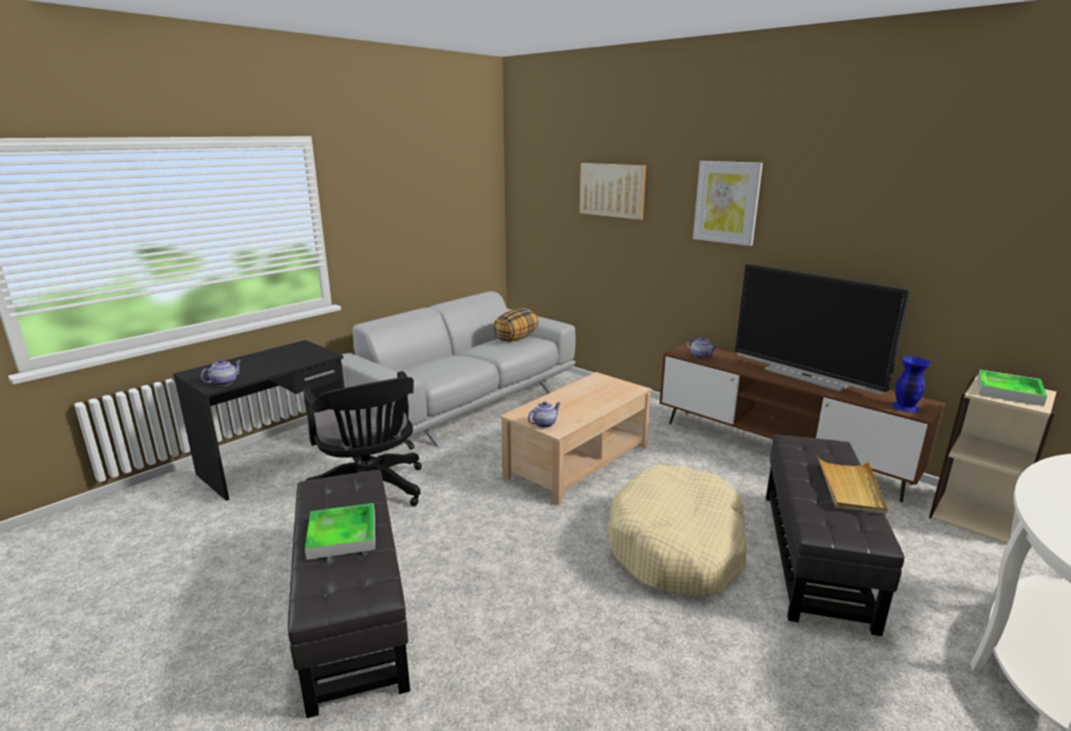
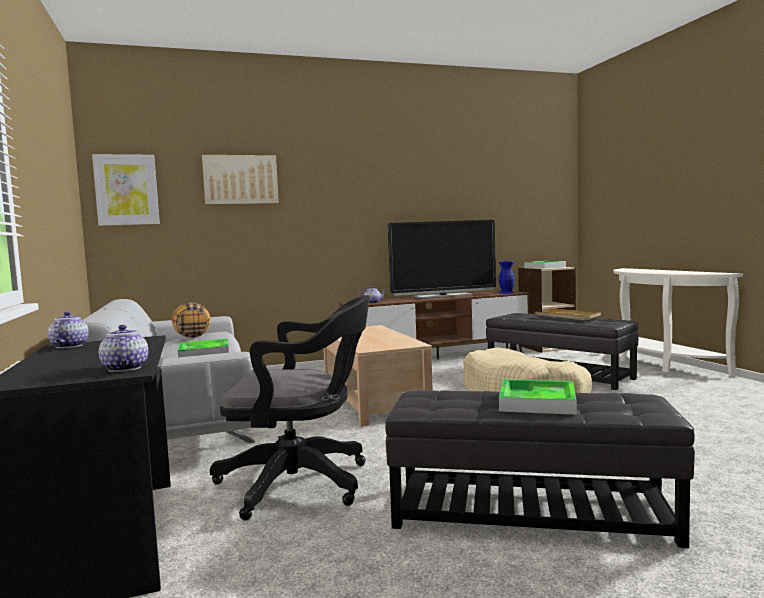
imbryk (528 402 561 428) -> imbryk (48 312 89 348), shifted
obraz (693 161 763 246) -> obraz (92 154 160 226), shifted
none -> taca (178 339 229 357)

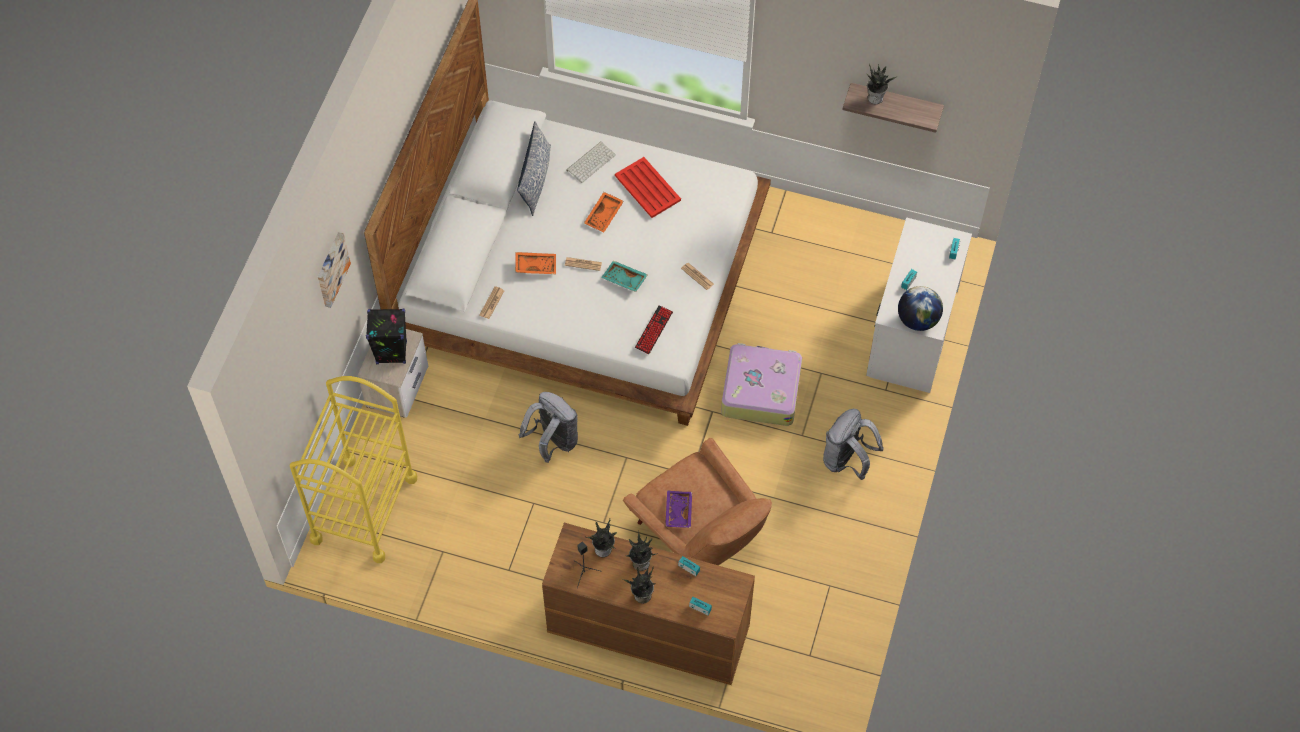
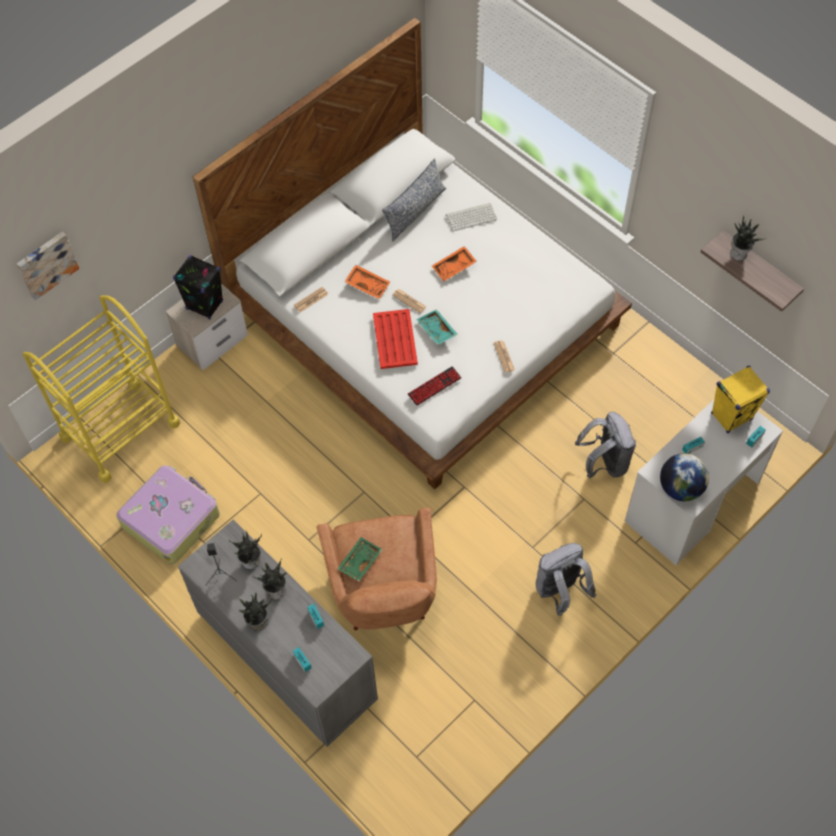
obraz (318 232 351 308) -> obraz (16 231 79 300), shifted
walizka (721 343 802 426) -> walizka (116 465 220 564), shifted
komoda [brązowy] (542 523 755 685) -> komoda [szary] (178 519 378 747)
taca [fioletowy] (665 490 692 528) -> taca [zielony] (337 537 383 581)
taca [czerwony] (615 157 681 218) -> taca [czerwony] (373 309 418 369), shifted
plecak [szary] (519 392 578 463) -> plecak [szary] (575 412 636 479), shifted
none -> głośnik [żółty] (711 366 770 433)

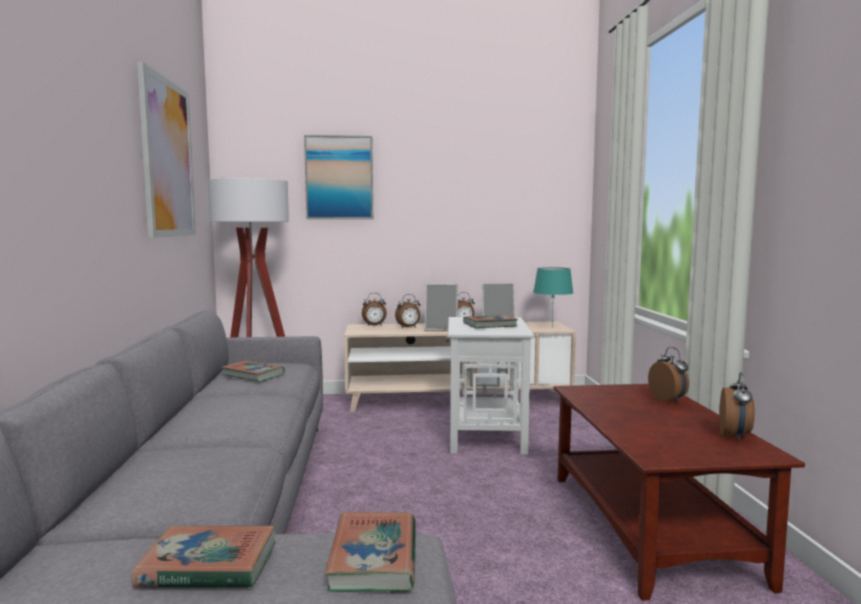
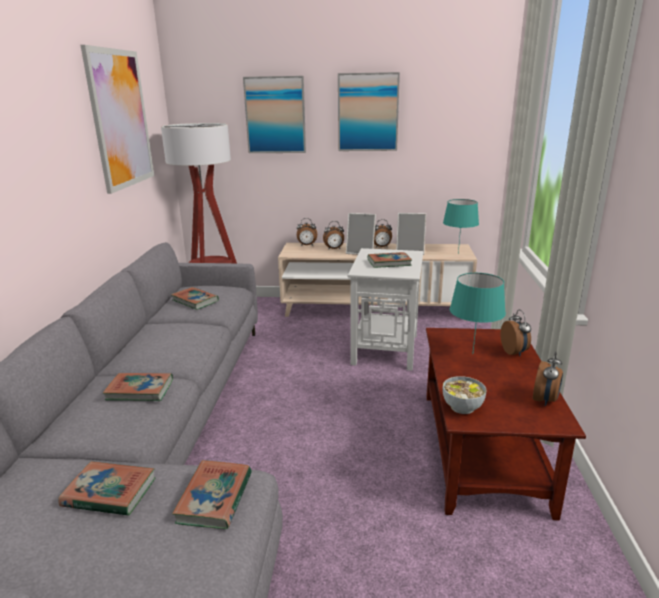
none -> książka (103 373 173 401)
none -> obraz (338 72 400 151)
none -> miska (443 376 487 414)
none -> lampa stołowa [turkusowy] (450 273 506 352)

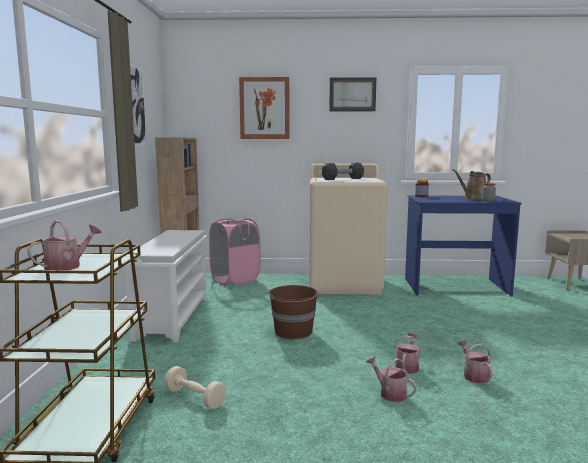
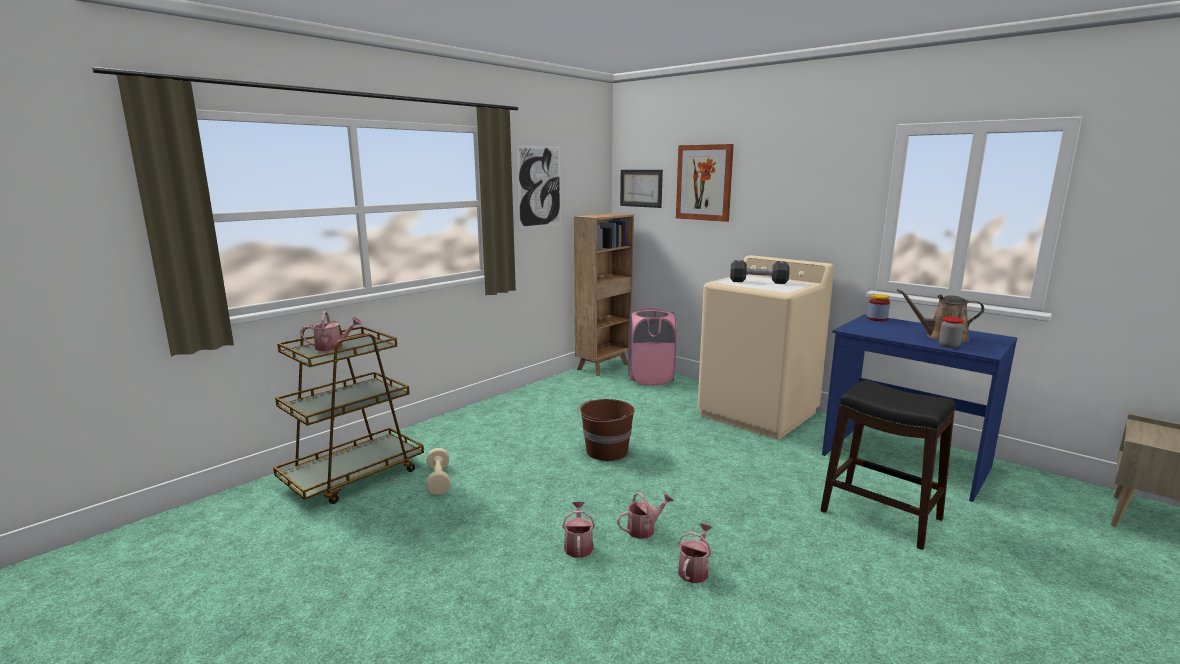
obraz (329 77 376 111) -> obraz (620 170 663 208), shifted
none -> stołek [czarny] (820 380 956 550)
regał na buty [biały] (123 230 207 343) -> none

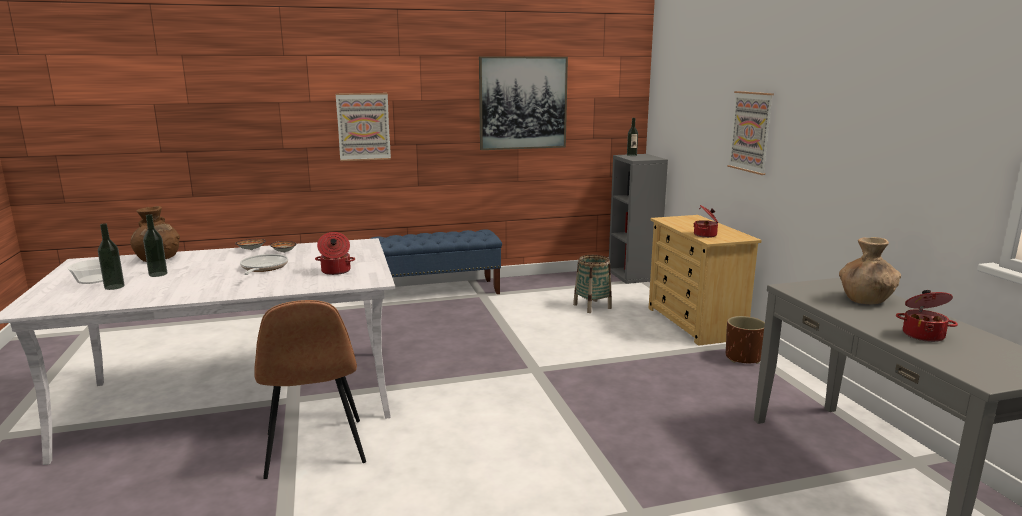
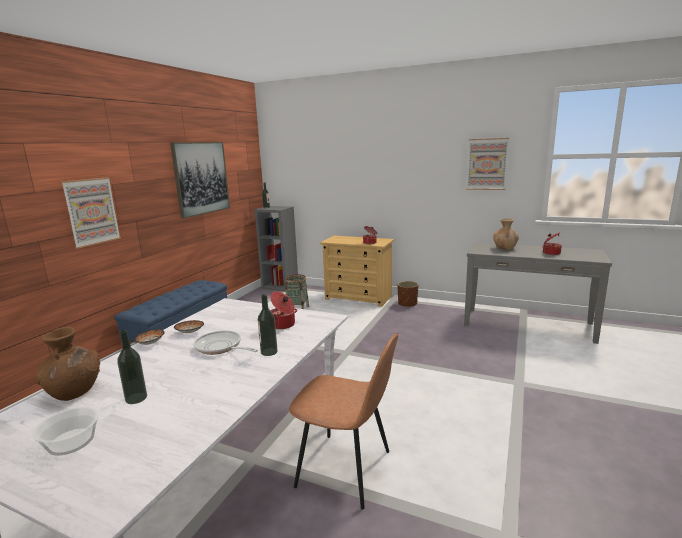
butelka (98 223 125 290) -> butelka (258 294 278 356), shifted
obraz (727 91 774 175) -> obraz (466 138 509 190), shifted

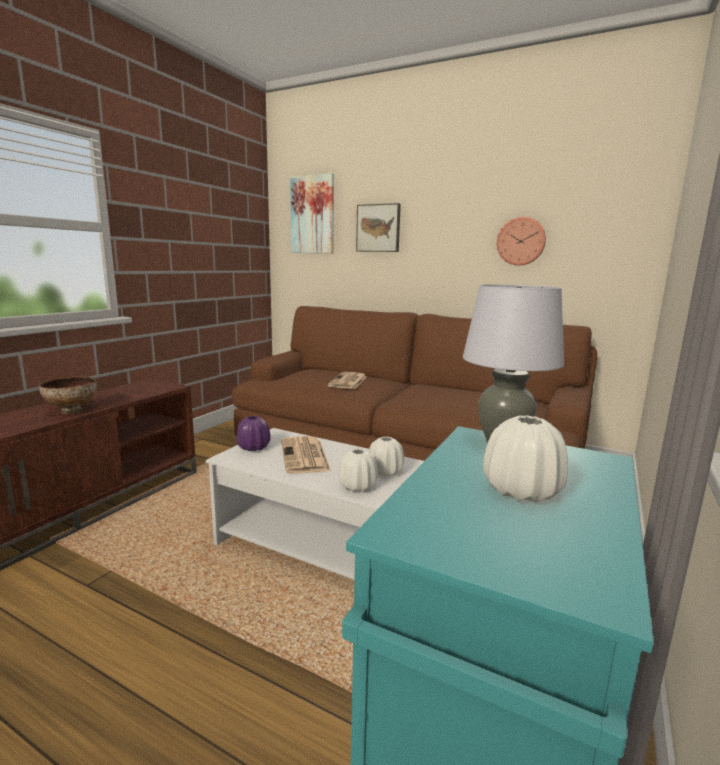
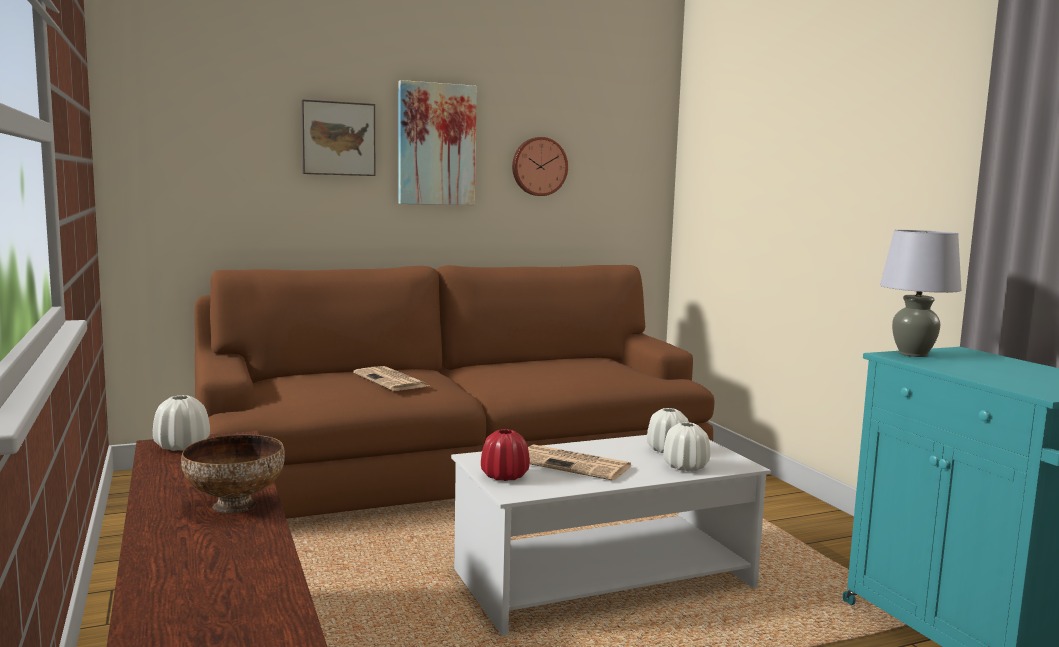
wazon [biały] (483 415 568 502) -> wazon [biały] (153 395 210 451), shifted
obraz (290 173 334 253) -> obraz (398 80 477 205), shifted
wazon [fioletowy] (237 416 271 451) -> wazon [czerwony] (481 429 530 481)

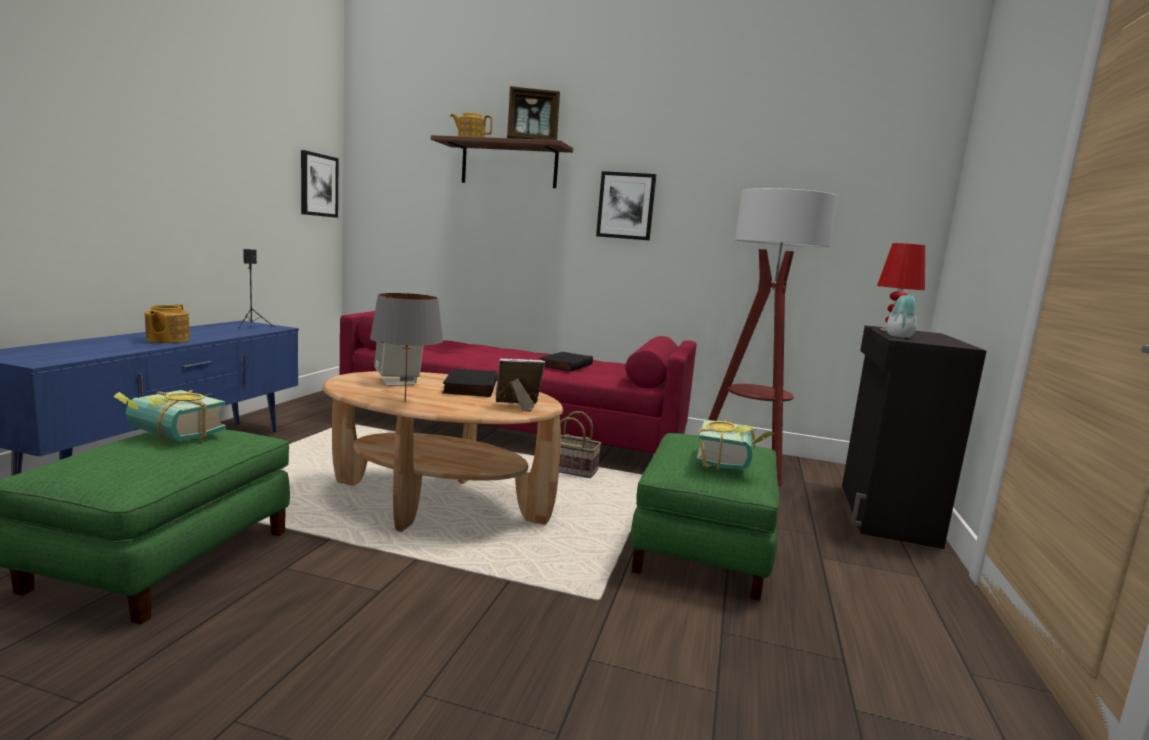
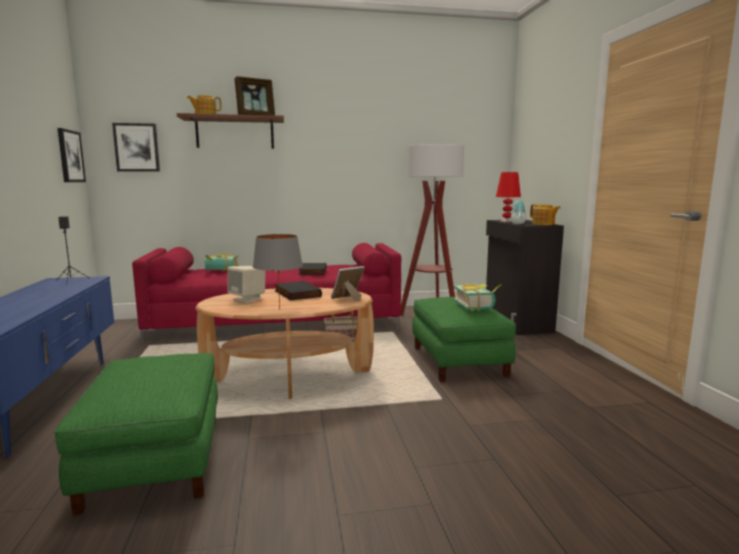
obraz (596 171 656 241) -> obraz (112 123 160 172), shifted
książka (114 390 226 441) -> książka (205 254 239 271), shifted
imbryk (145 304 190 343) -> imbryk (530 204 561 225), shifted

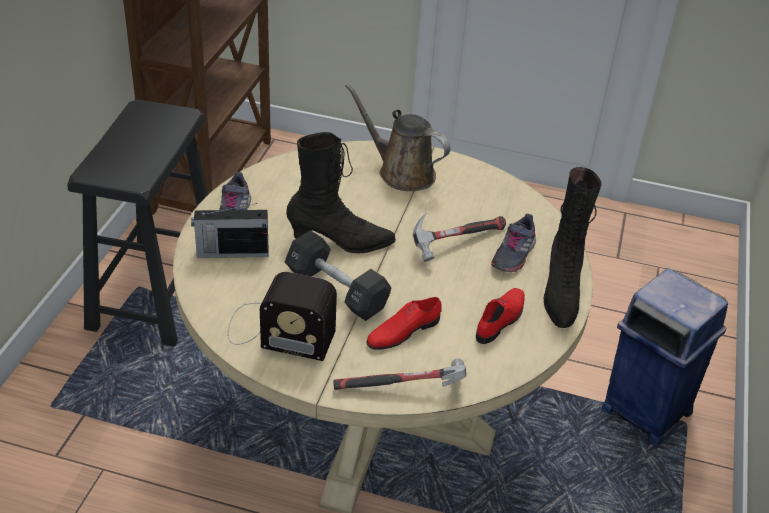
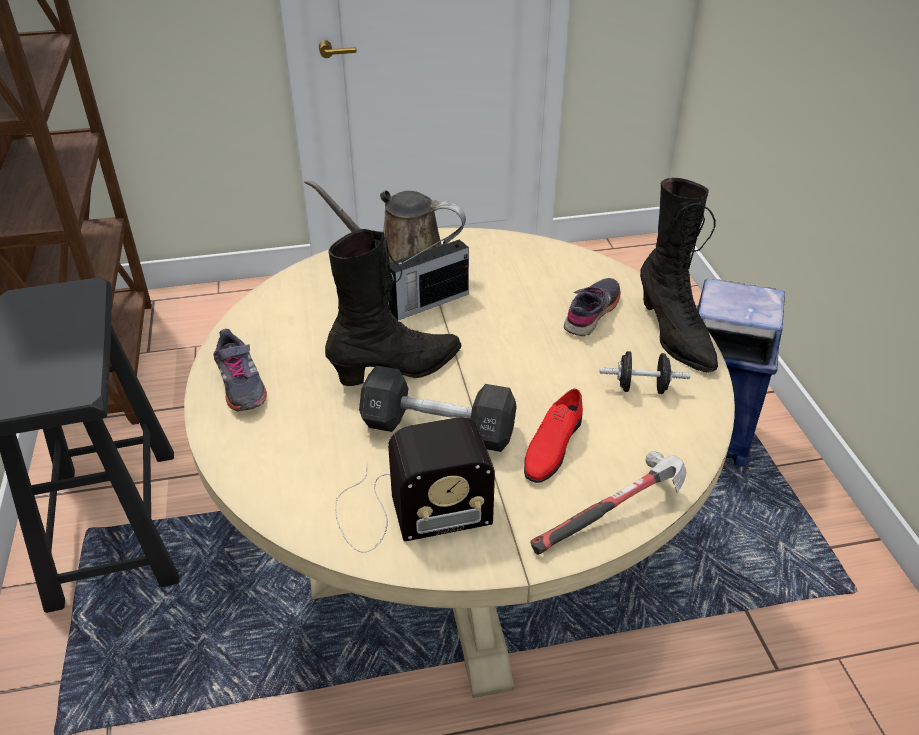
radio (191 203 268 258) -> radio (389 232 469 320), shifted
but [szary] (491 214 536 273) -> but [szary] (564 278 621 336), 150 degrees counterclockwise
but [czerwony] (476 288 525 344) -> hantel [czarny] (600 351 690 394)
młotek (413 213 506 262) -> none

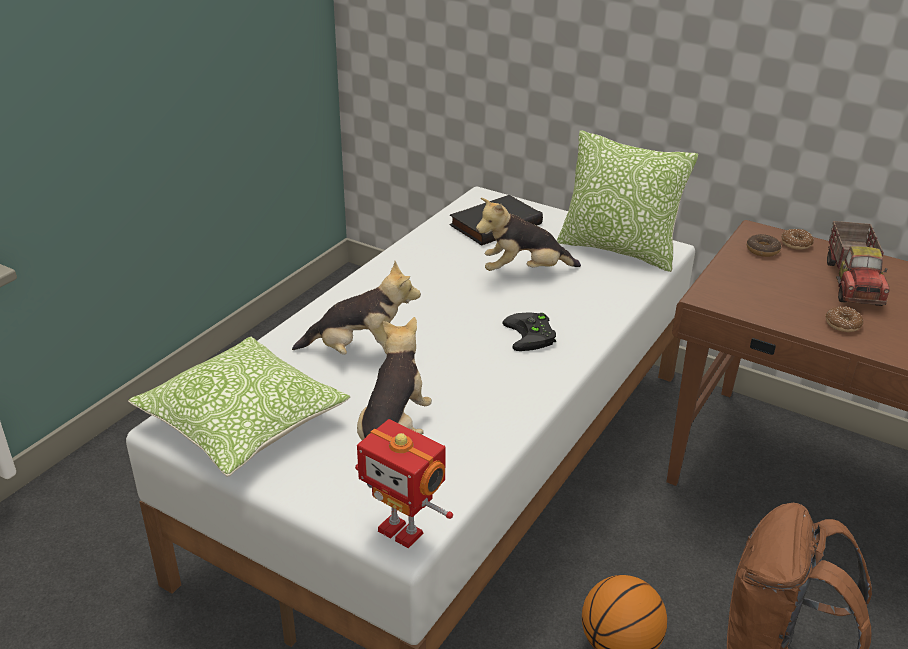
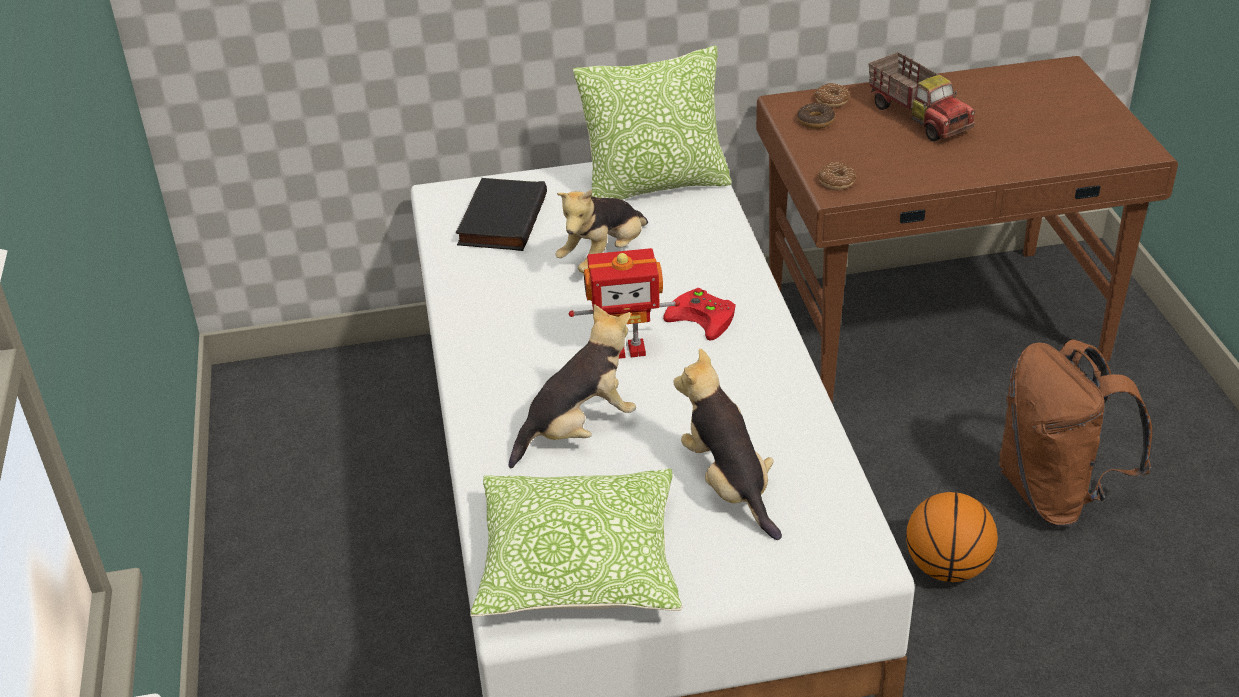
robot zabawkowy (355 419 453 548) -> robot zabawkowy (569 248 680 359), shifted
pad do gier [czarny] (503 312 556 351) -> pad do gier [czerwony] (663 288 736 341)
donut (825 307 863 332) -> donut (818 163 856 189), shifted

